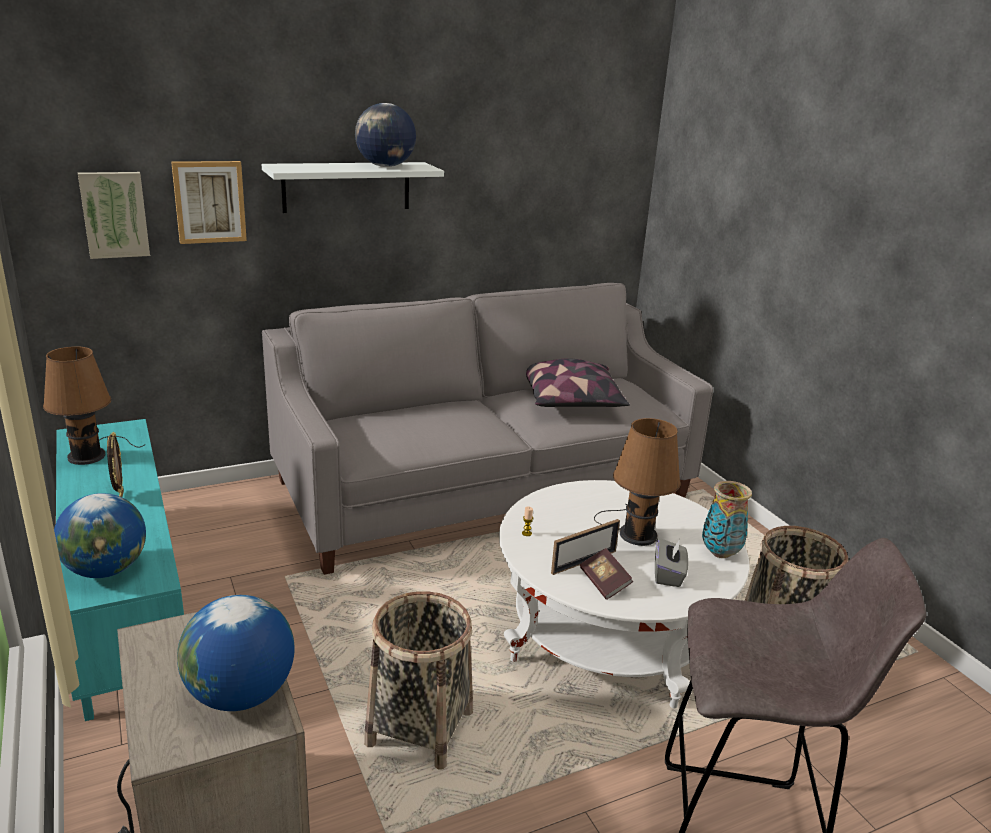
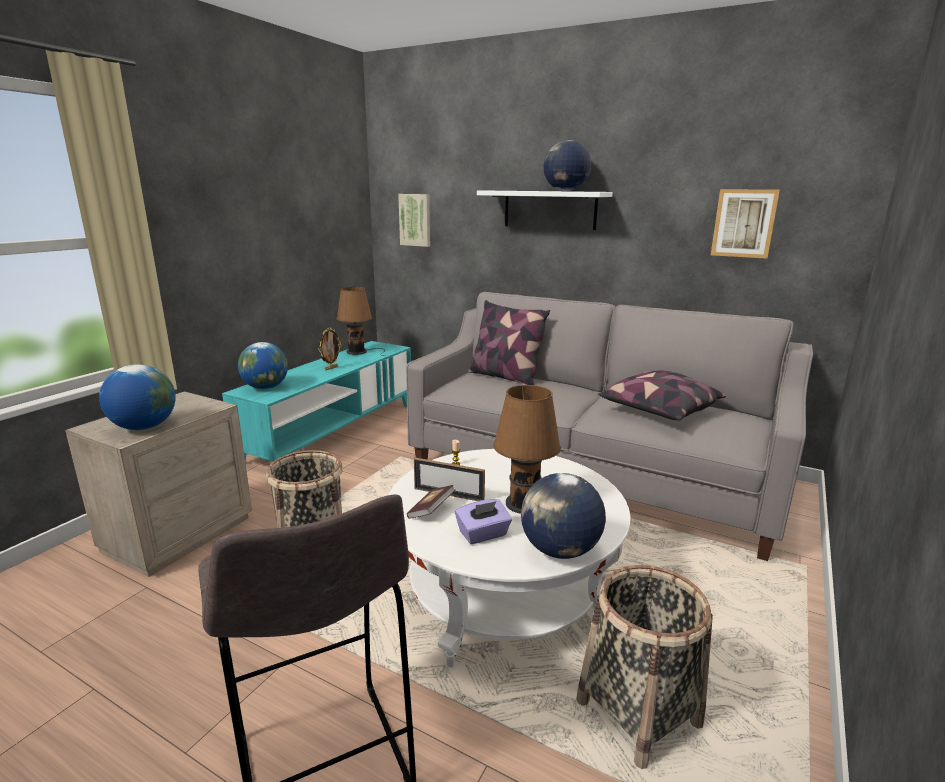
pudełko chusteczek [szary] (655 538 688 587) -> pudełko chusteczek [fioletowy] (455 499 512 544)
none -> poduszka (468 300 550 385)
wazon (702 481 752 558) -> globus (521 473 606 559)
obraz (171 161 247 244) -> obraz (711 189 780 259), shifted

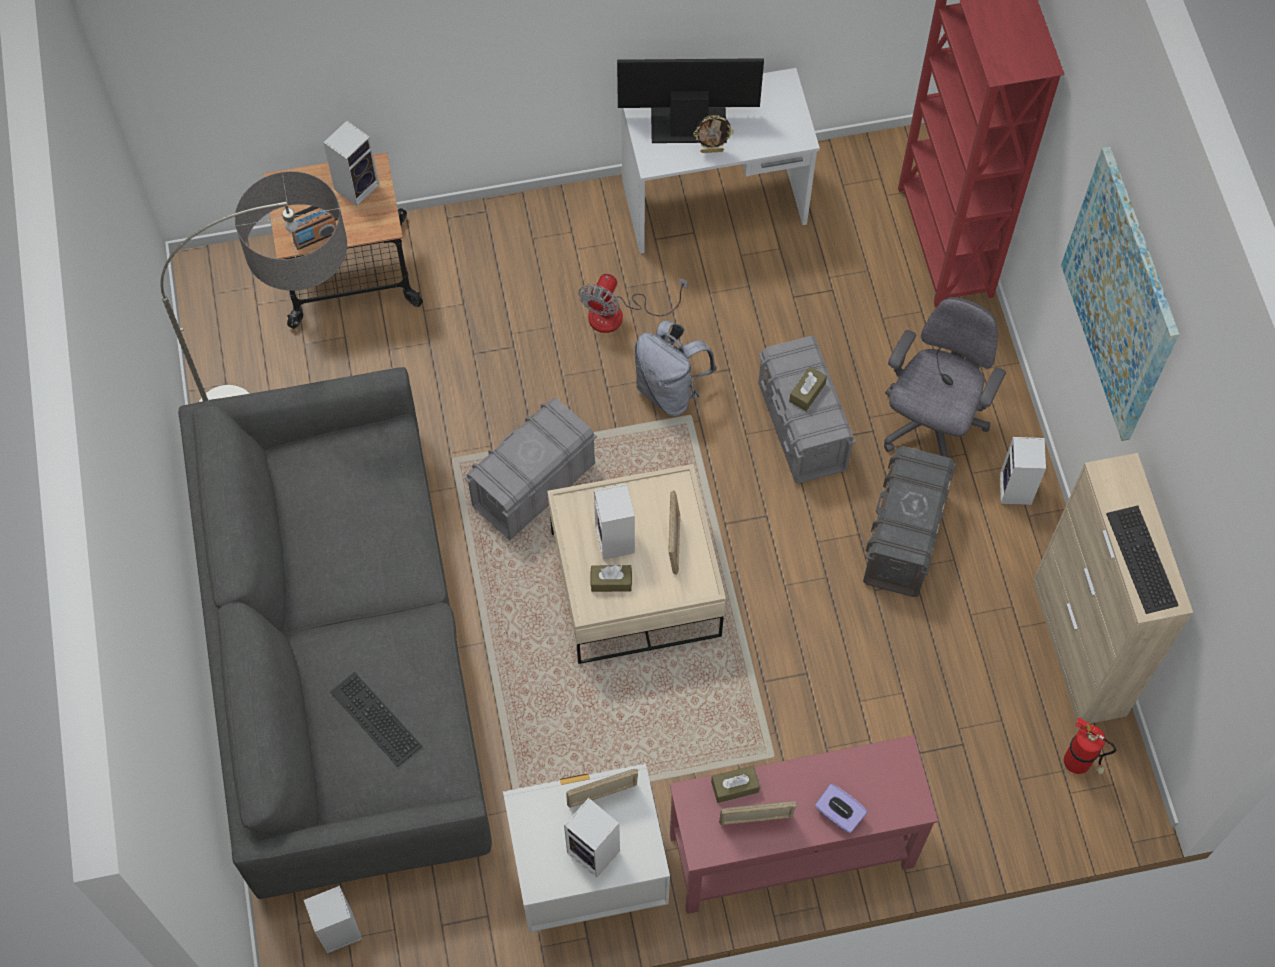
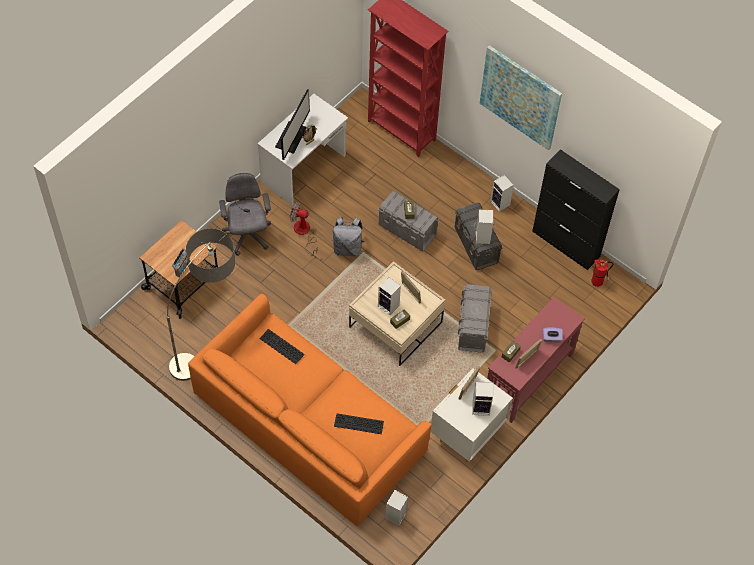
kanapa [szary] (178 367 492 899) -> kanapa [pomarańczowy] (188 294 431 526)
krzesło biurowe [szary] (884 297 1006 457) -> krzesło biurowe [szary] (219 173 271 256), shifted
klawiatura (1106 506 1179 614) -> klawiatura (259 329 305 364), shifted
monitor (617 58 764 143) -> monitor (275 89 310 160), 150 degrees clockwise
wentylator (578 274 688 333) -> wentylator (290 202 317 256), 120 degrees clockwise
pojemnik do przechowywania [szary] (464 398 597 540) -> pojemnik do przechowywania [szary] (458 284 492 353), shifted
głośnik (323 121 379 206) -> głośnik (476 210 494 244), shifted
szafka [beżowy] (1033 453 1193 724) -> szafka [czarny] (532 149 620 270)

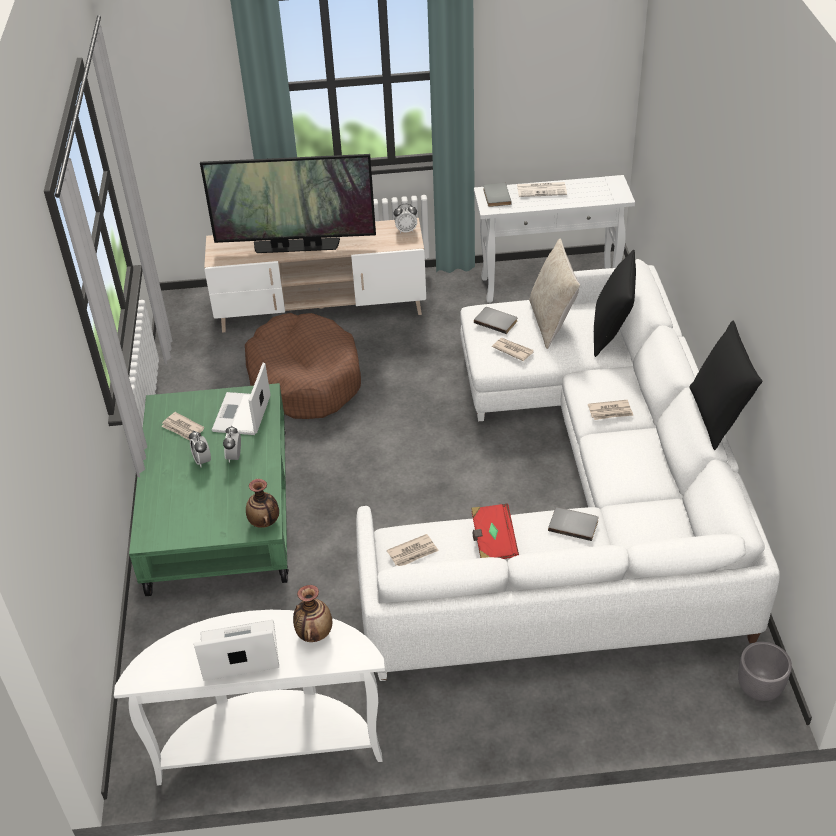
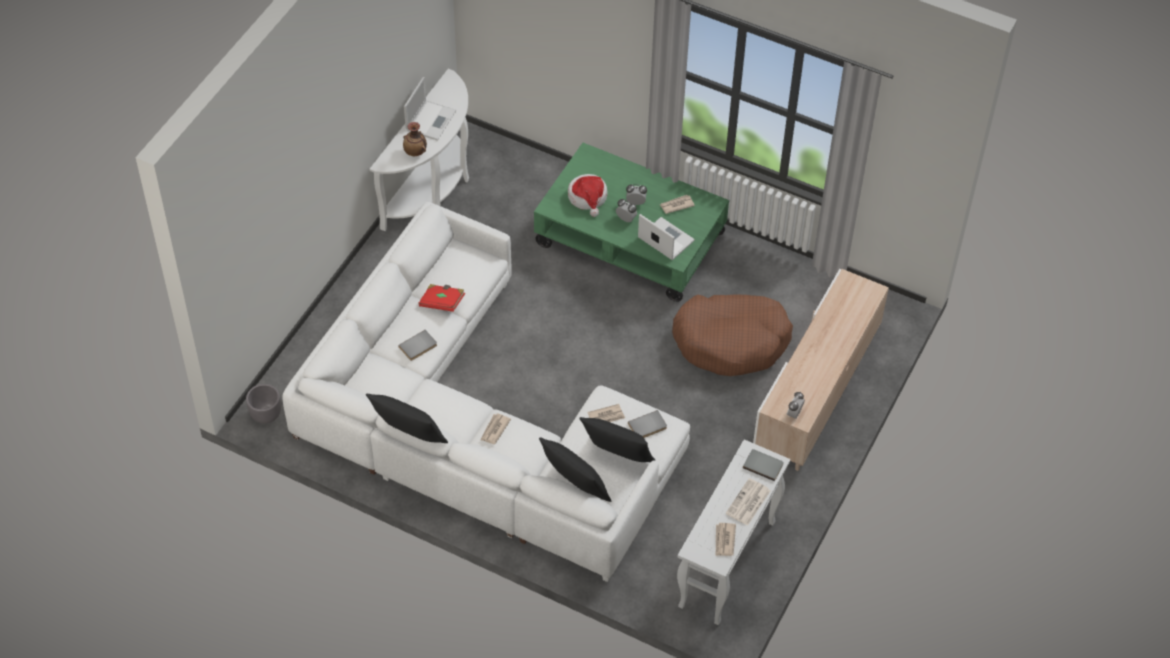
none -> kapelusz (568 174 608 217)
poduszka [beżowy] (529 238 580 349) -> poduszka [czarny] (579 417 656 462)
gazeta (387 534 439 566) -> gazeta (716 523 736 556), shifted
telewizor (200 154 376 253) -> none
wazon (246 479 279 528) -> none

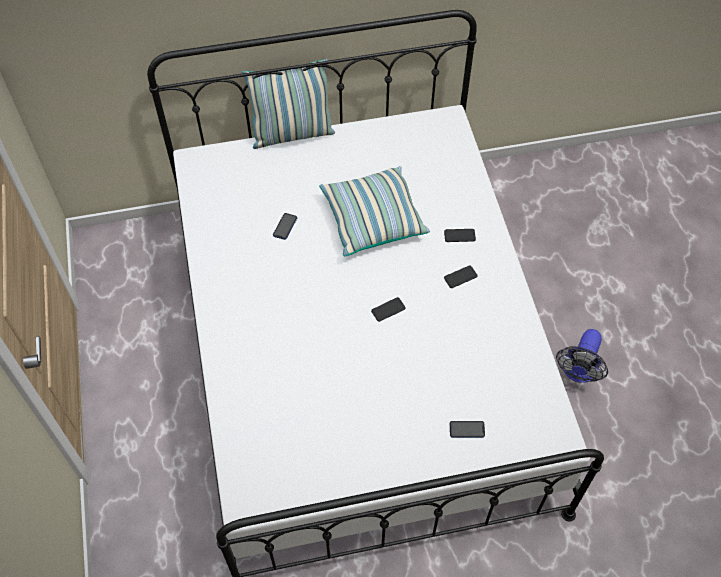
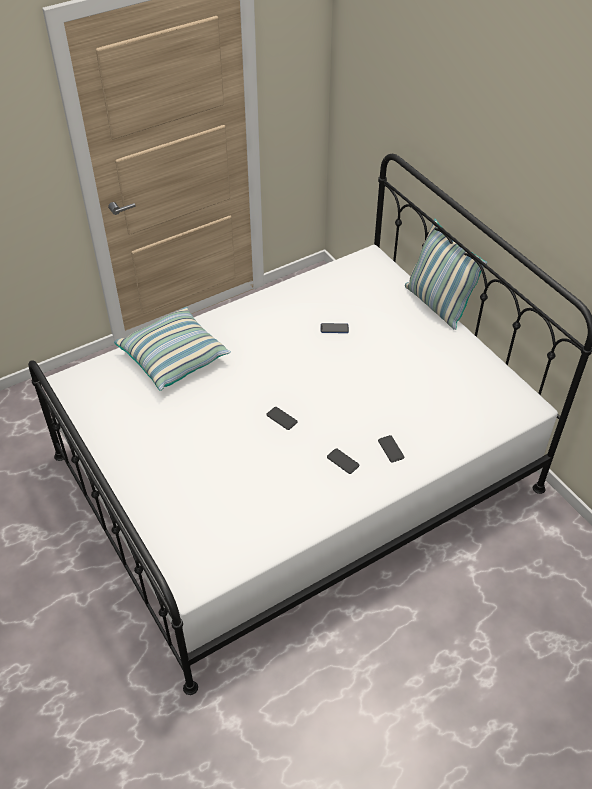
poduszka (319 166 430 256) -> poduszka (114 307 231 391), shifted
telefon (450 421 485 438) -> none
wentylator (556 329 608 383) -> none

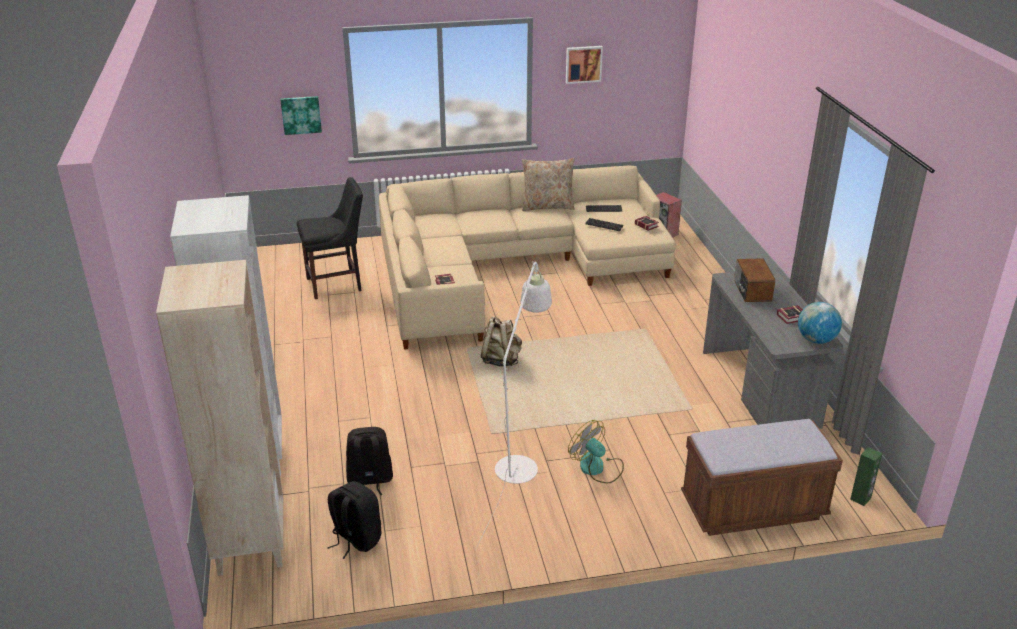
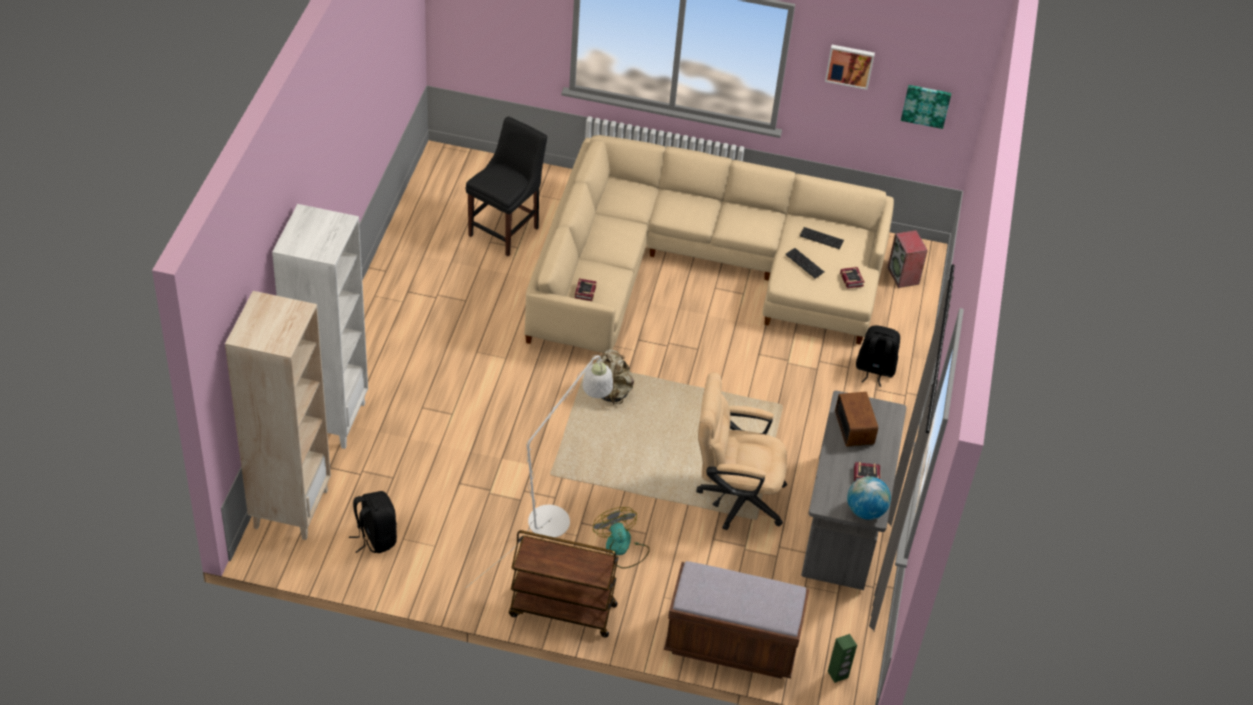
krzesło [czarny] (297 177 363 299) -> krzesło [czarny] (466 117 547 256), 60 degrees counterclockwise
none -> wózek [brązowy] (509 530 619 637)
none -> krzesło biurowe [beżowy] (696 373 787 530)
radio (734 258 775 302) -> radio (835 392 878 447), 150 degrees clockwise
plecak [czarny] (346 427 393 495) -> plecak [czarny] (856 325 900 387), shifted
obraz (280 96 322 135) -> obraz (901 85 951 129), shifted
poduszka [beżowy] (522 158 575 211) -> none

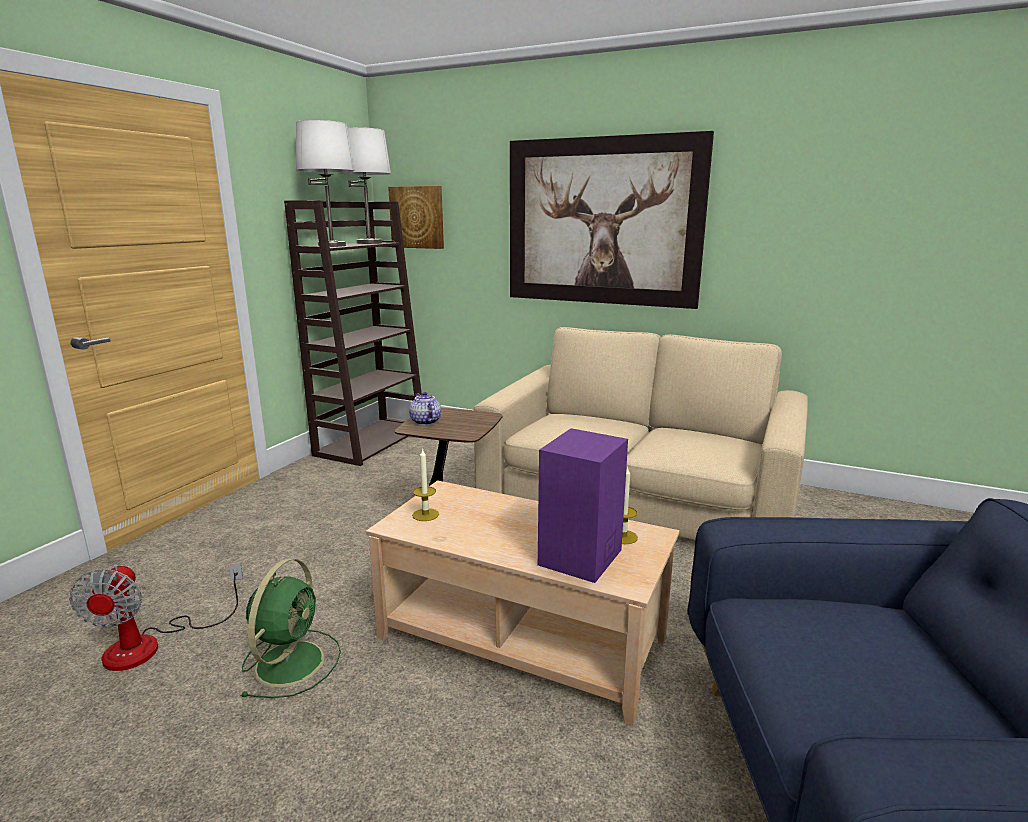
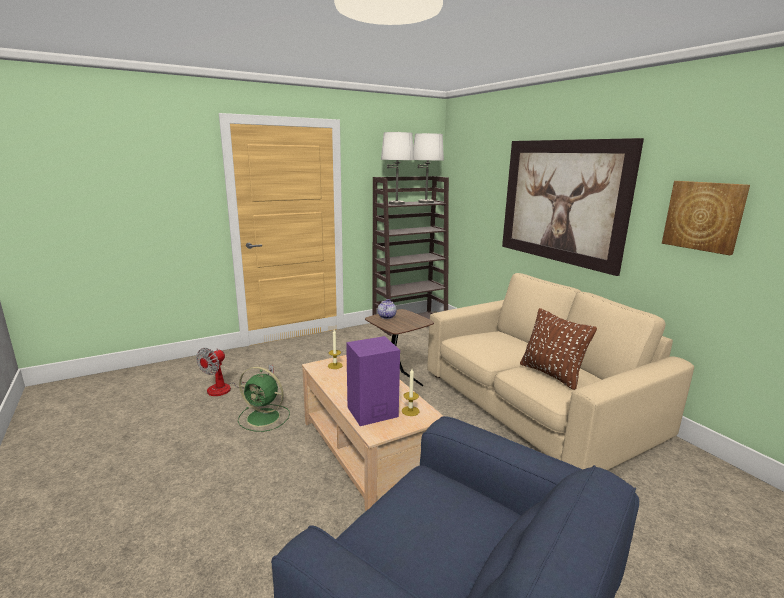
wentylator [zielony] (241 558 341 698) -> wentylator [zielony] (238 367 290 432), 60 degrees clockwise
none -> poduszka [brązowy] (520 308 597 390)
obraz (388 186 444 249) -> obraz (662 181 750 255), shifted

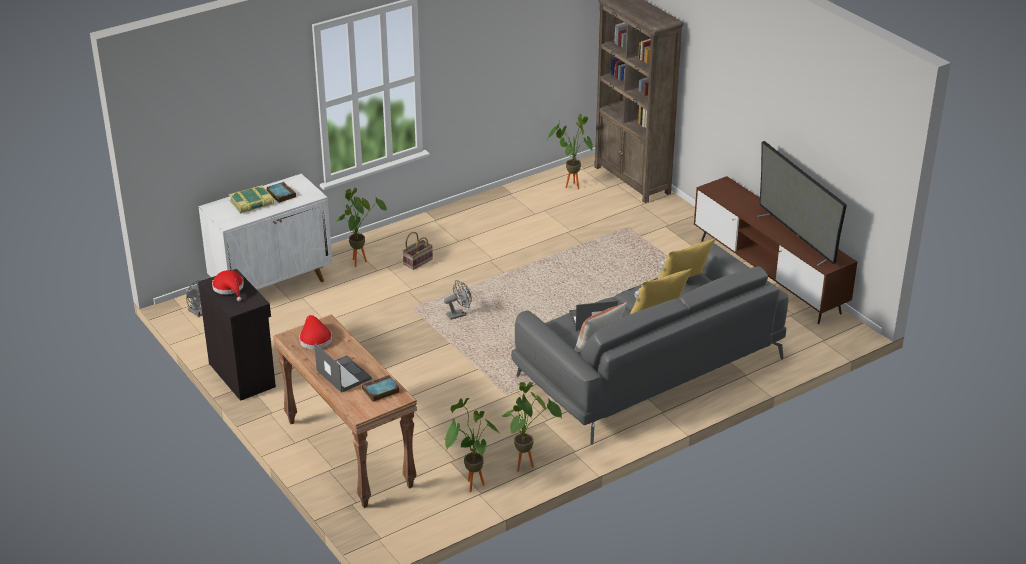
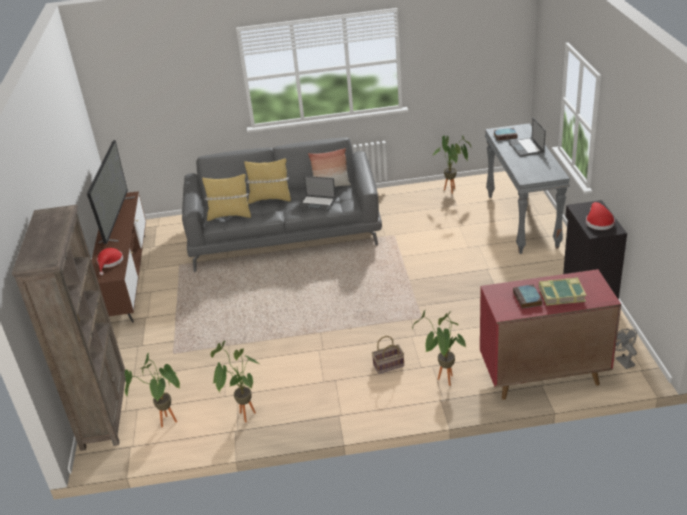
kapelusz [czerwony] (299 315 332 350) -> kapelusz [czerwony] (97 248 123 275), shifted
roślina doniczkowa (502 382 562 472) -> roślina doniczkowa (210 341 261 423), shifted
szafka [biały] (198 174 332 290) -> szafka [czerwony] (480 269 621 400)
stolik konsolowy [brązowy] (273 315 417 508) -> stolik konsolowy [szary] (485 123 570 254)
wentylator [szary] (444 280 472 320) -> none

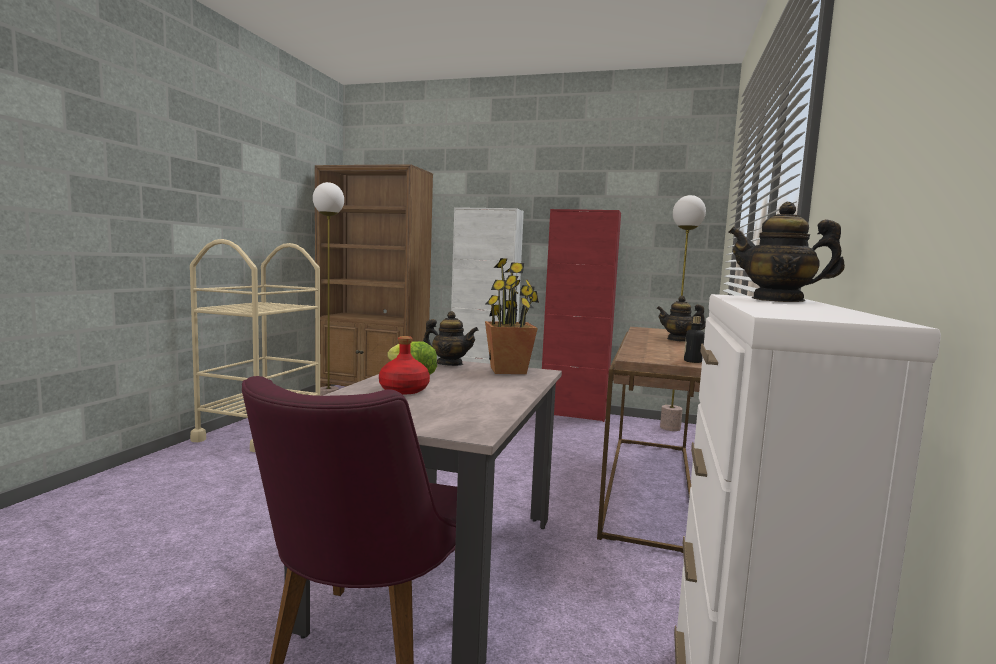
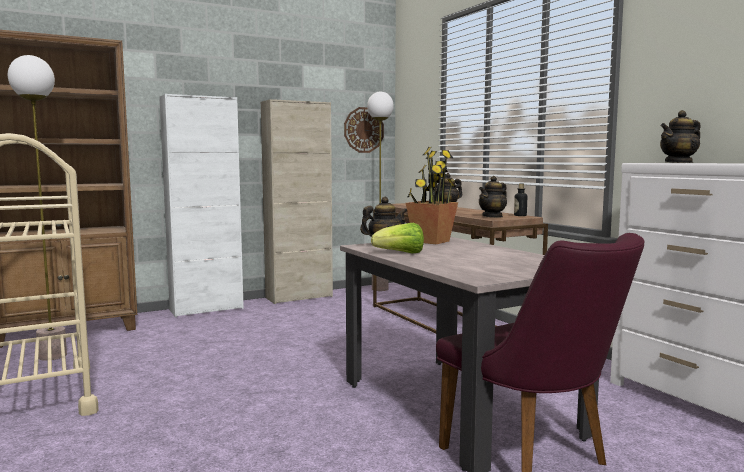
szafka [czerwony] (542 209 621 422) -> szafka [beżowy] (261 99 333 304)
none -> zegar ścienny (344 107 384 153)
none -> imbryk (479 176 507 218)
butelka [czerwony] (379 336 430 394) -> none

